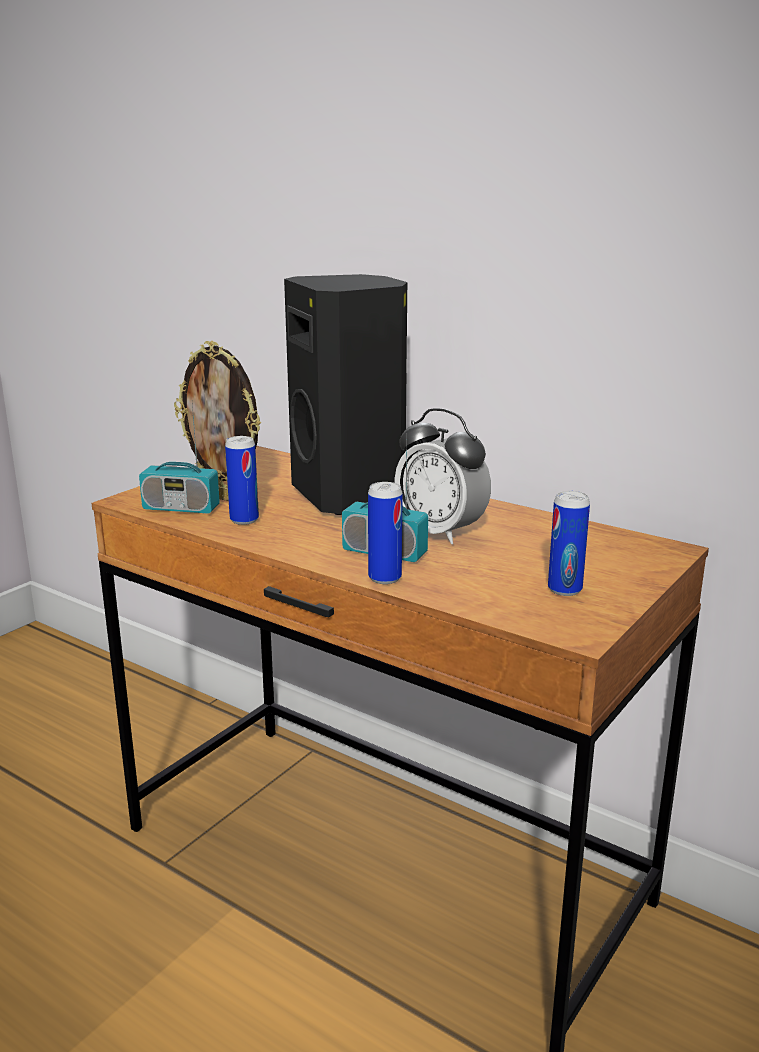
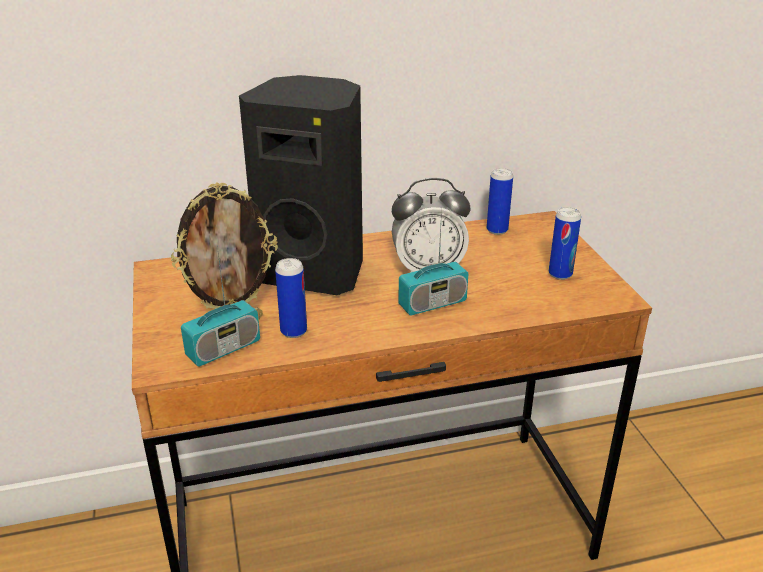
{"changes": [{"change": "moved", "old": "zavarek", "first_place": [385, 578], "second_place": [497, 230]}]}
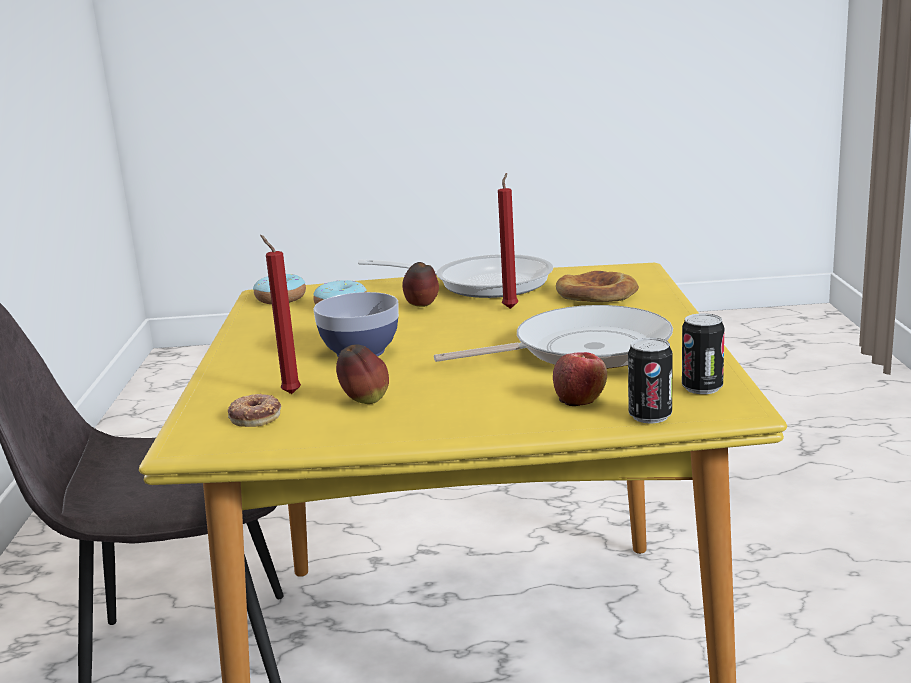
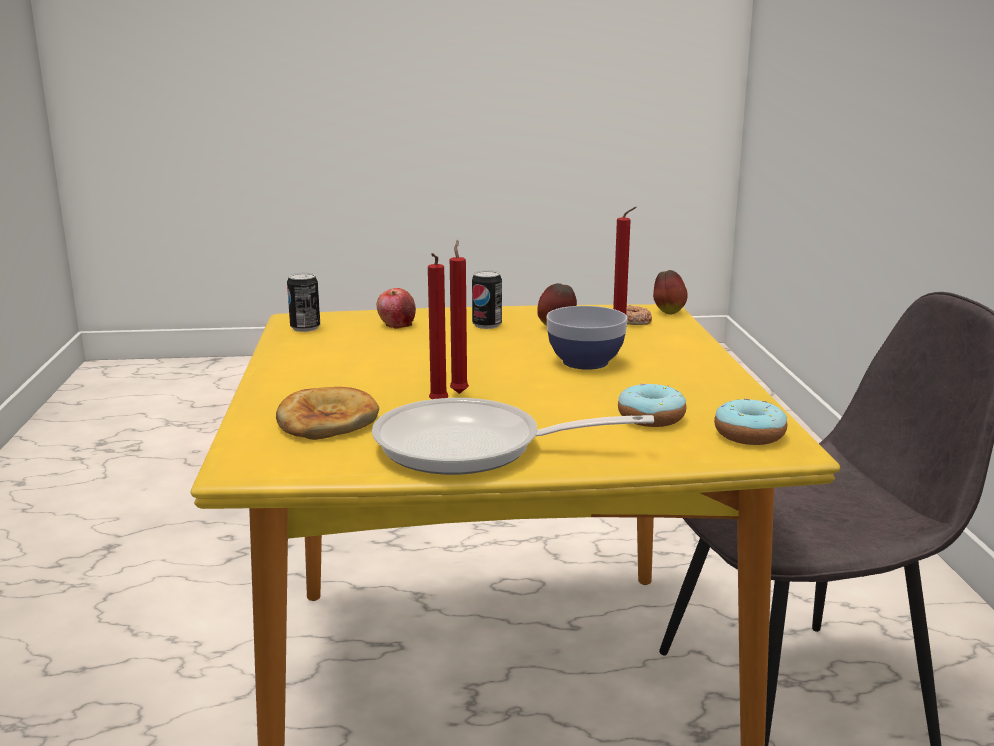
{"changes": [{"change": "moved", "old": "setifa", "first_place": [422, 307], "second_place": [668, 312]}, {"change": "removed", "old": "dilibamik", "first_place": [582, 350]}, {"change": "moved", "old": "zavarek", "first_place": [650, 416], "second_place": [487, 325]}, {"change": "added", "new": "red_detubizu", "second_place": [459, 392]}]}
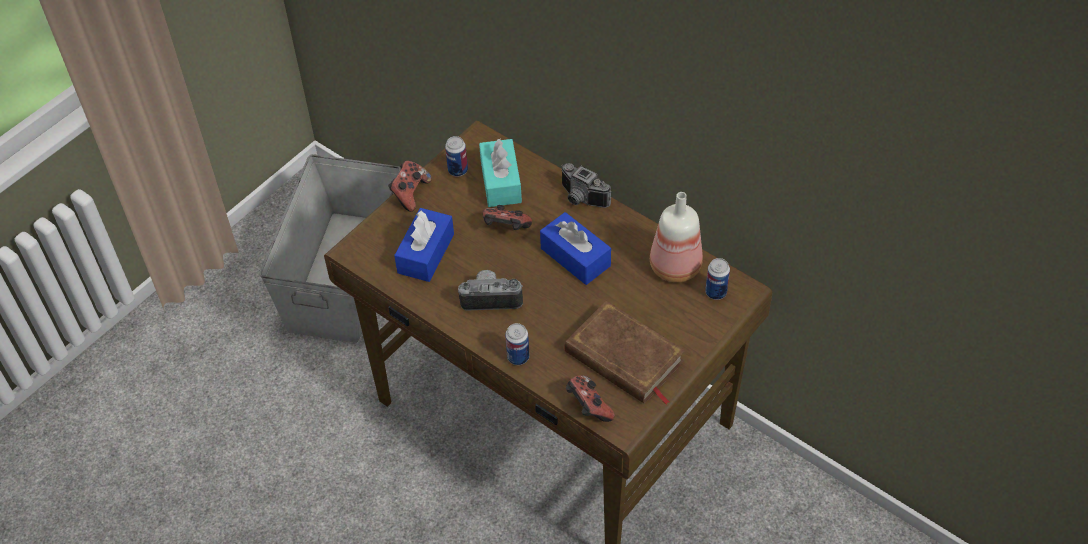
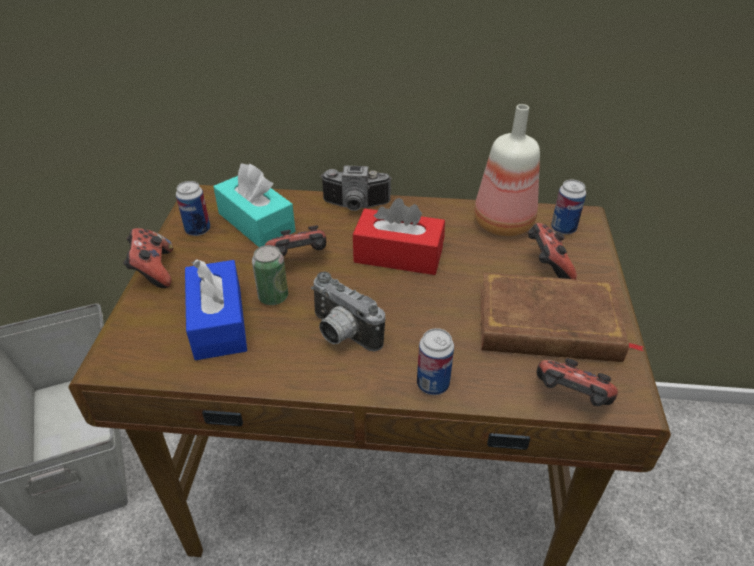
{"changes": [{"change": "turned", "old": "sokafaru", "first_place": [491, 298], "second_place": [341, 334], "degrees": -105}, {"change": "recoloured", "old": "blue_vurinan", "new": "red_vurinan", "first_place": [575, 257], "second_place": [398, 255]}, {"change": "added", "new": "zavarek", "second_place": [273, 297]}, {"change": "added", "new": "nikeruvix", "second_place": [547, 266]}]}
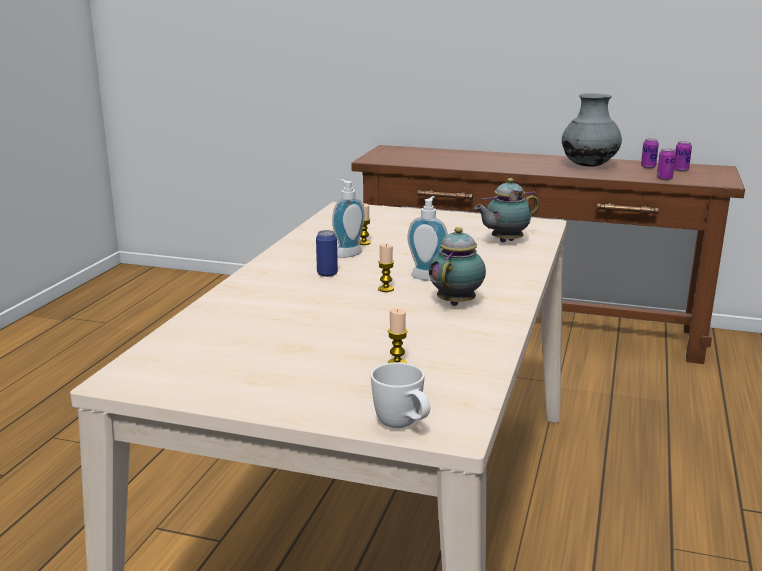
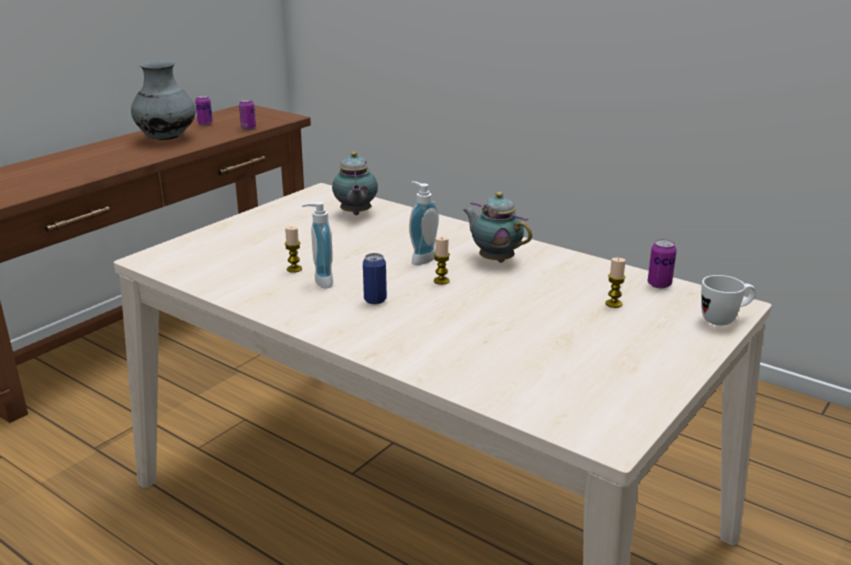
{"changes": [{"change": "moved", "old": "zavarek", "first_place": [680, 170], "second_place": [659, 284]}]}
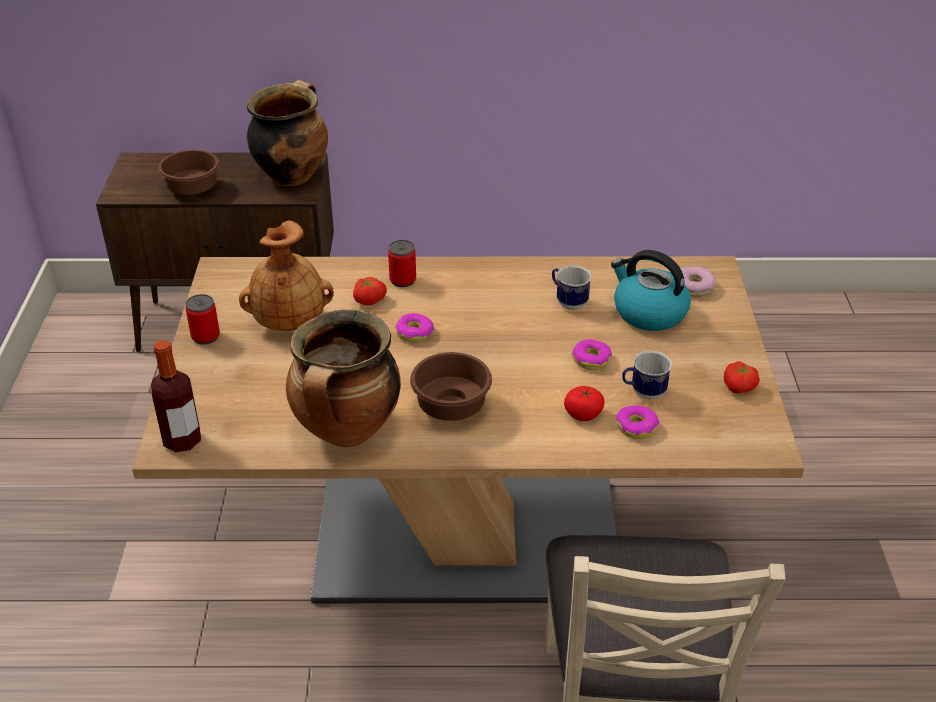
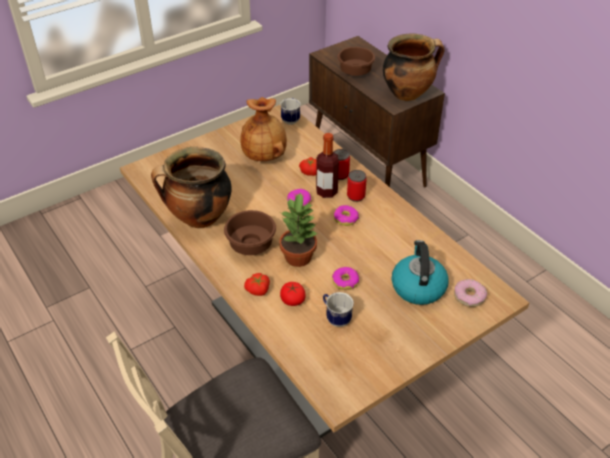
{"changes": [{"change": "moved", "old": "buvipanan", "first_place": [182, 440], "second_place": [326, 192]}, {"change": "moved", "old": "zavarek", "first_place": [205, 336], "second_place": [356, 196]}, {"change": "moved", "old": "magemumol", "first_place": [568, 302], "second_place": [291, 119]}, {"change": "moved", "old": "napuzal", "first_place": [636, 427], "second_place": [346, 219]}, {"change": "moved", "old": "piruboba", "first_place": [739, 387], "second_place": [258, 290]}, {"change": "added", "new": "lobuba", "second_place": [299, 257]}]}
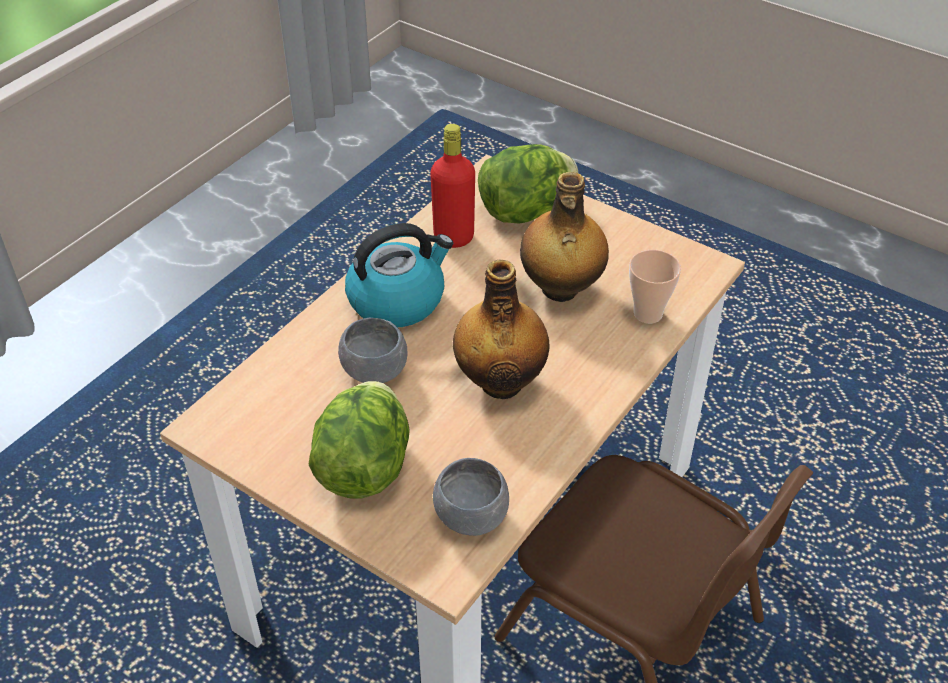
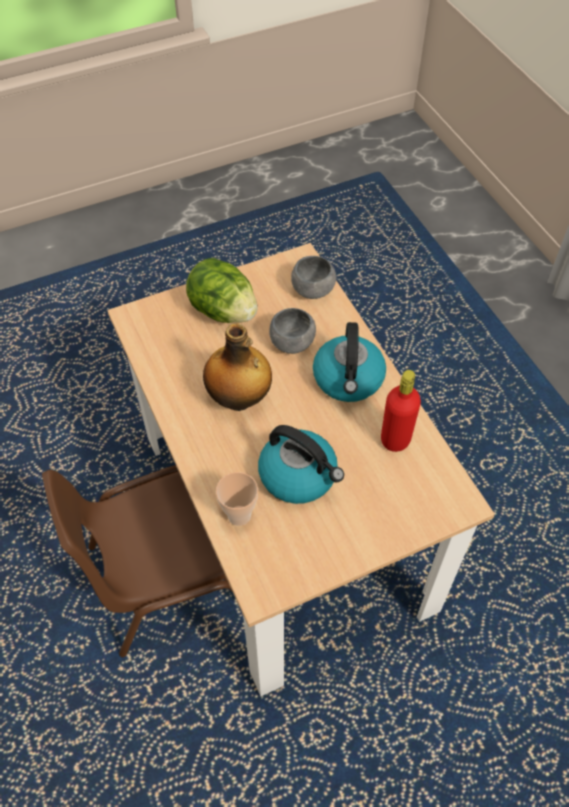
{"changes": [{"change": "moved", "old": "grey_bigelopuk", "first_place": [471, 516], "second_place": [312, 290]}, {"change": "removed", "old": "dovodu", "first_place": [525, 211]}, {"change": "replaced", "old": "buvipanan", "new": "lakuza", "first_place": [560, 289], "second_place": [299, 475]}]}
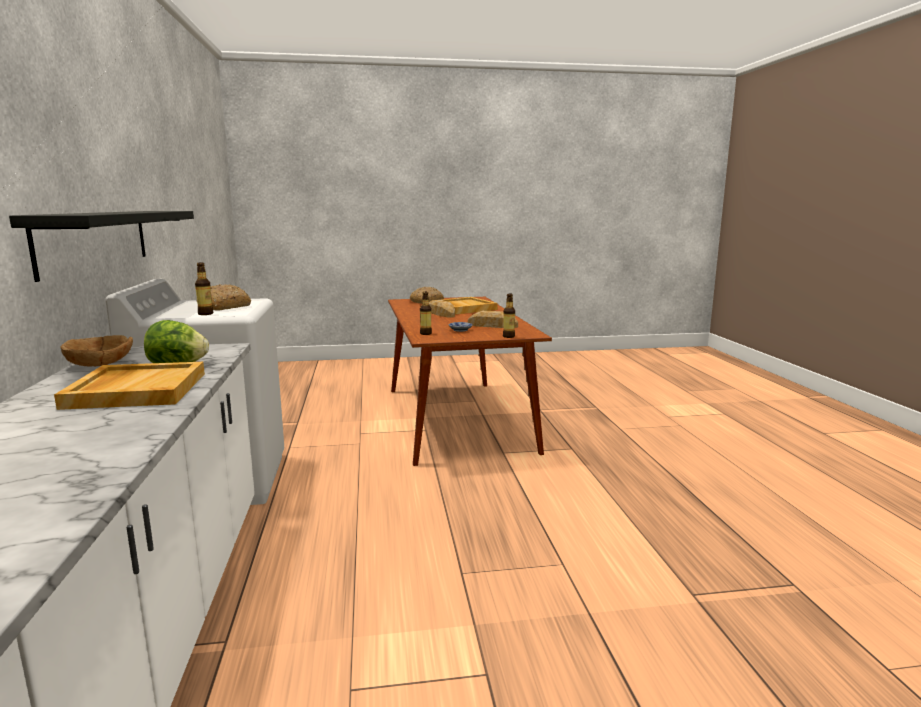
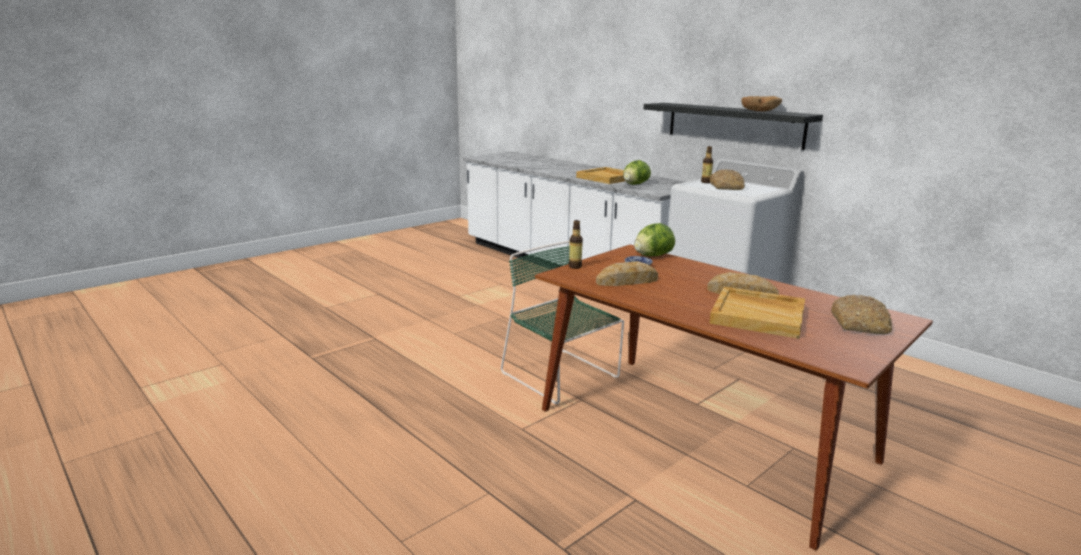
{"changes": [{"change": "moved", "old": "brown_bigelopuk", "first_place": [100, 364], "second_place": [759, 111]}, {"change": "replaced", "old": "buvipanan", "new": "dovodu", "first_place": [426, 333], "second_place": [652, 256]}, {"change": "added", "new": "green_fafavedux", "second_place": [562, 376]}]}
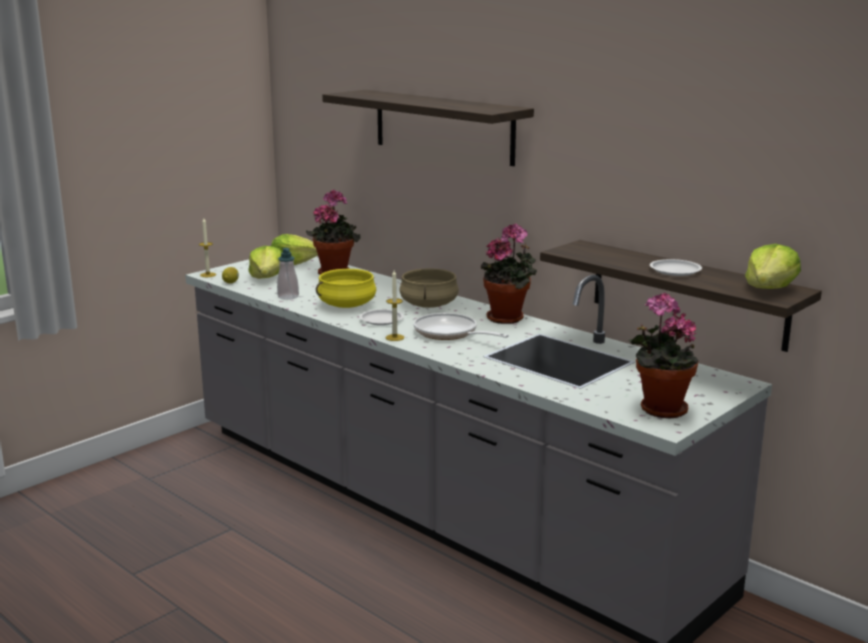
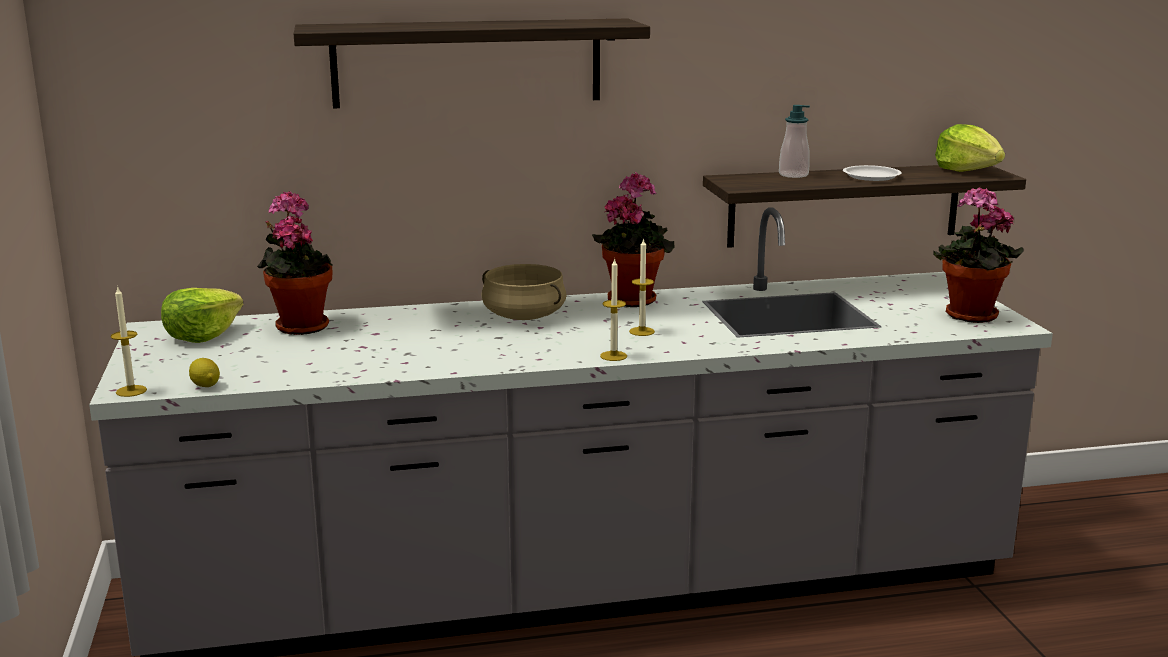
{"changes": [{"change": "removed", "old": "dovodu", "first_place": [267, 278]}, {"change": "moved", "old": "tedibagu", "first_place": [288, 297], "second_place": [793, 175]}, {"change": "removed", "old": "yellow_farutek", "first_place": [346, 305]}, {"change": "removed", "old": "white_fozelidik", "first_place": [381, 320]}, {"change": "replaced", "old": "dilibamik", "new": "detubizu", "first_place": [449, 333], "second_place": [641, 331]}]}
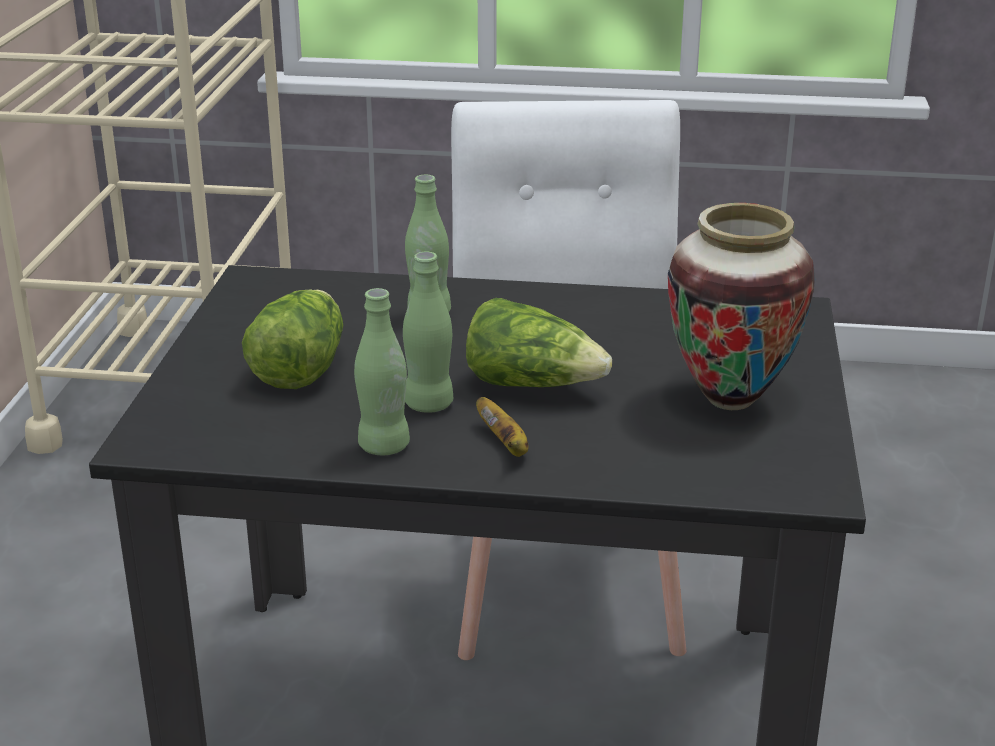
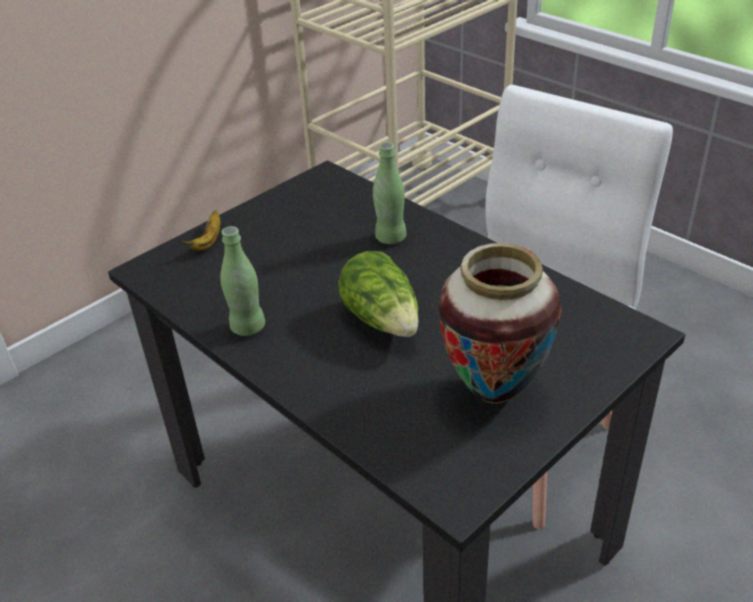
{"changes": [{"change": "removed", "old": "dovodu", "first_place": [299, 367]}, {"change": "removed", "old": "green_buvipanan", "first_place": [429, 404]}, {"change": "moved", "old": "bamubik", "first_place": [505, 445], "second_place": [208, 242]}]}
